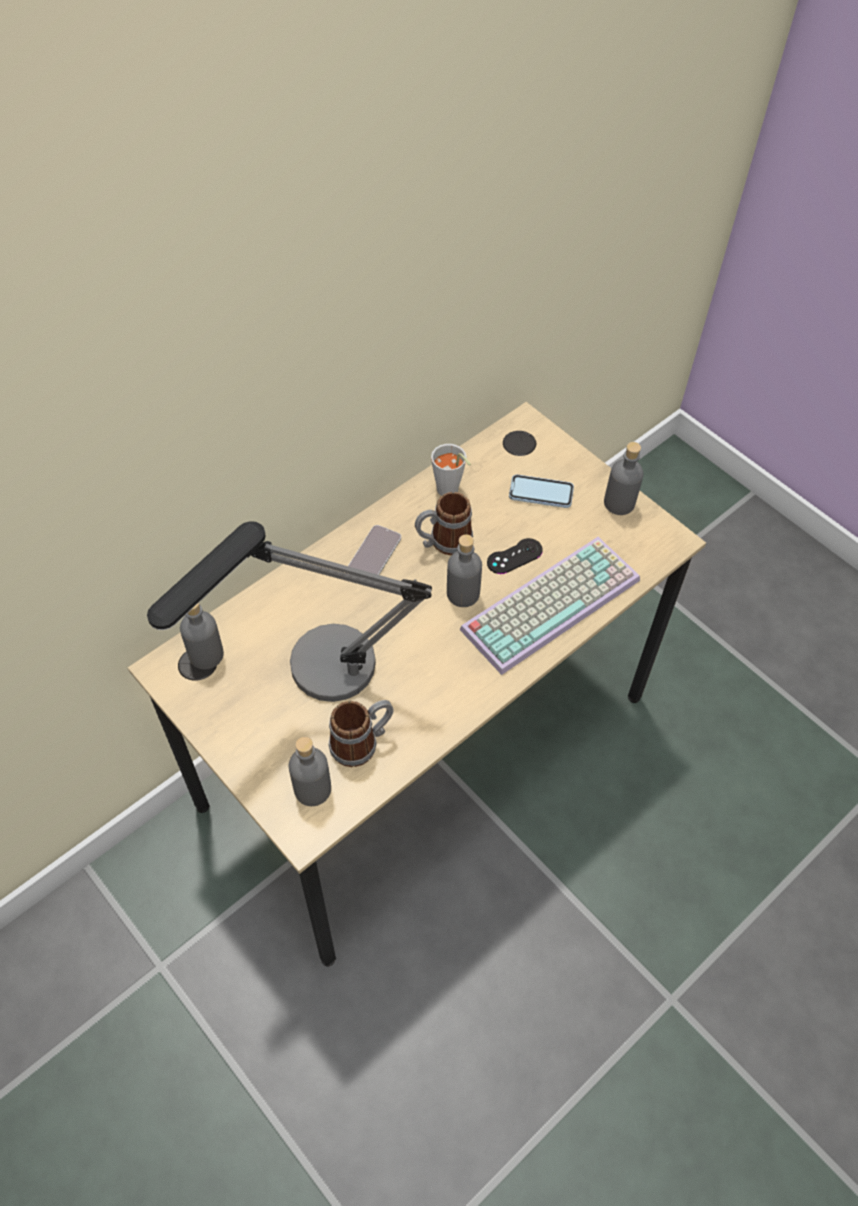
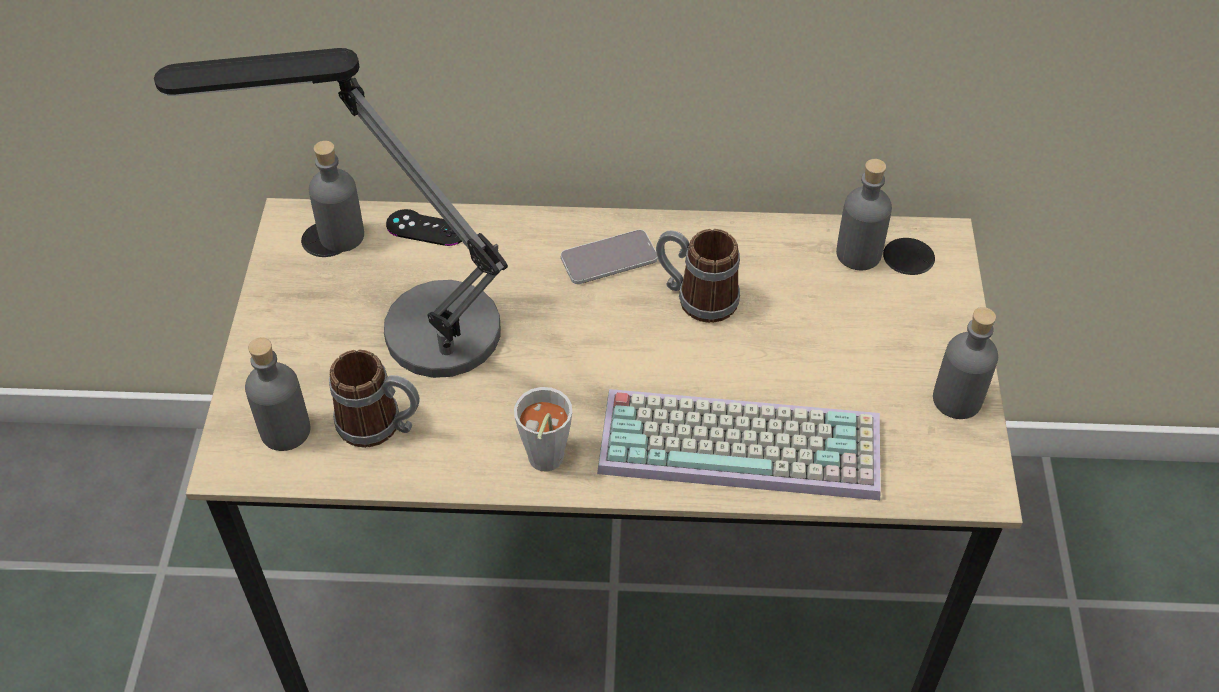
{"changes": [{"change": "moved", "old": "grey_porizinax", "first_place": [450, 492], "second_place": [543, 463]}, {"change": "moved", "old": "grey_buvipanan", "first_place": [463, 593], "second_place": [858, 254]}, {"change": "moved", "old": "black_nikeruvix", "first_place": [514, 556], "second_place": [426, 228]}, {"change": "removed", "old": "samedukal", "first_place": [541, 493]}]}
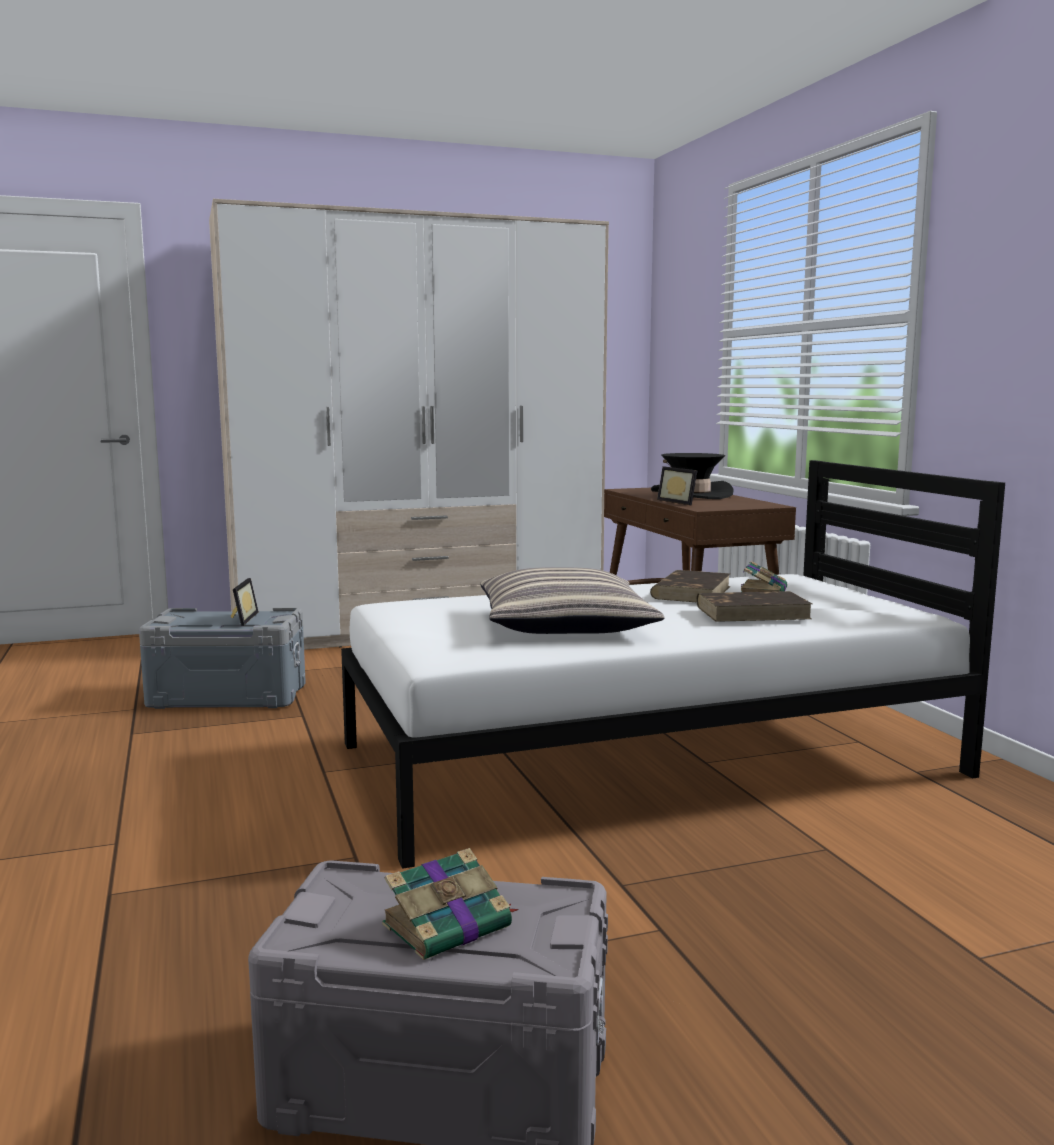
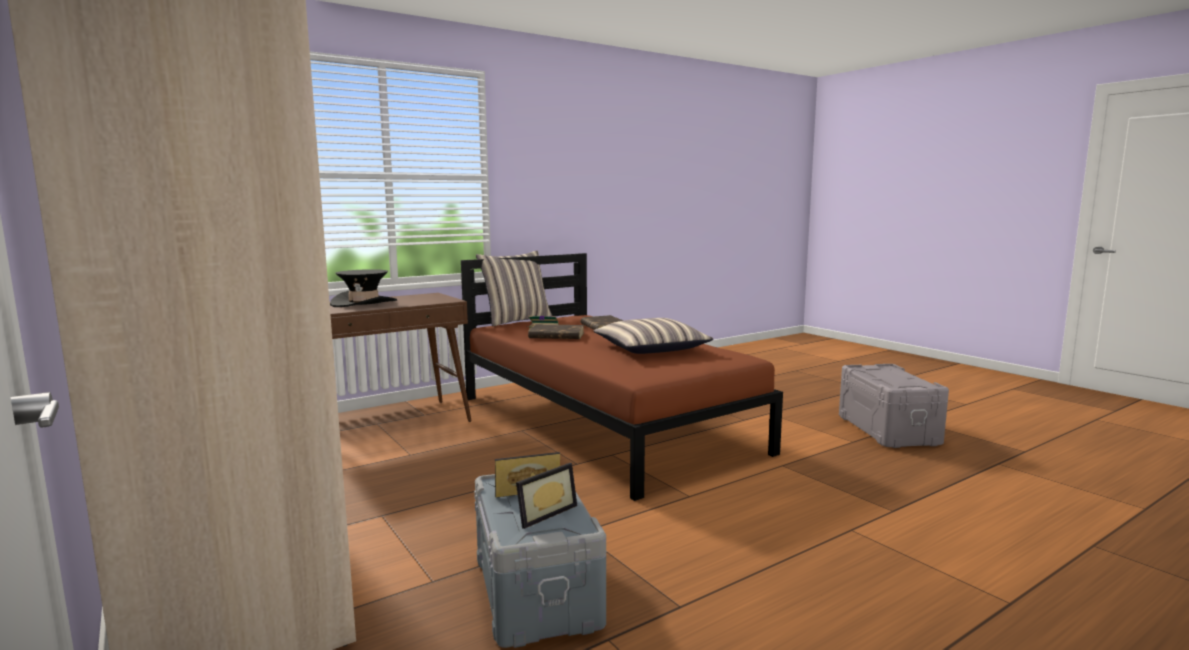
{"changes": [{"change": "recoloured", "old": "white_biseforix", "new": "brown_biseforix", "first_place": [648, 760], "second_place": [604, 423]}, {"change": "removed", "old": "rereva", "first_place": [449, 925]}, {"change": "moved", "old": "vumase", "first_place": [680, 502], "second_place": [543, 513]}, {"change": "added", "new": "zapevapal", "second_place": [516, 320]}]}
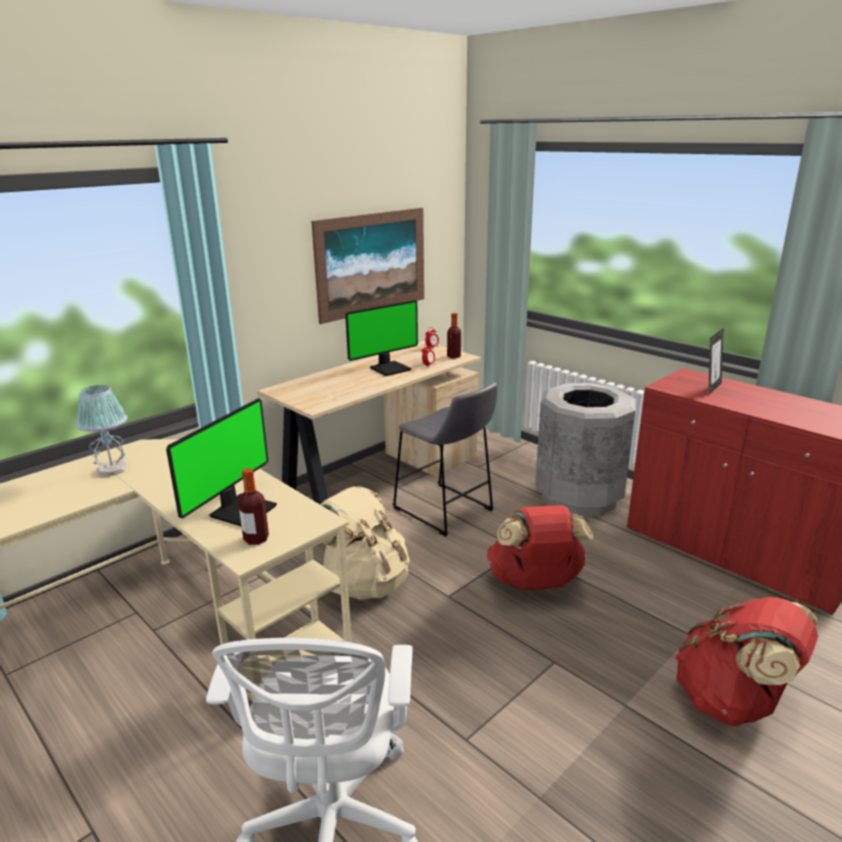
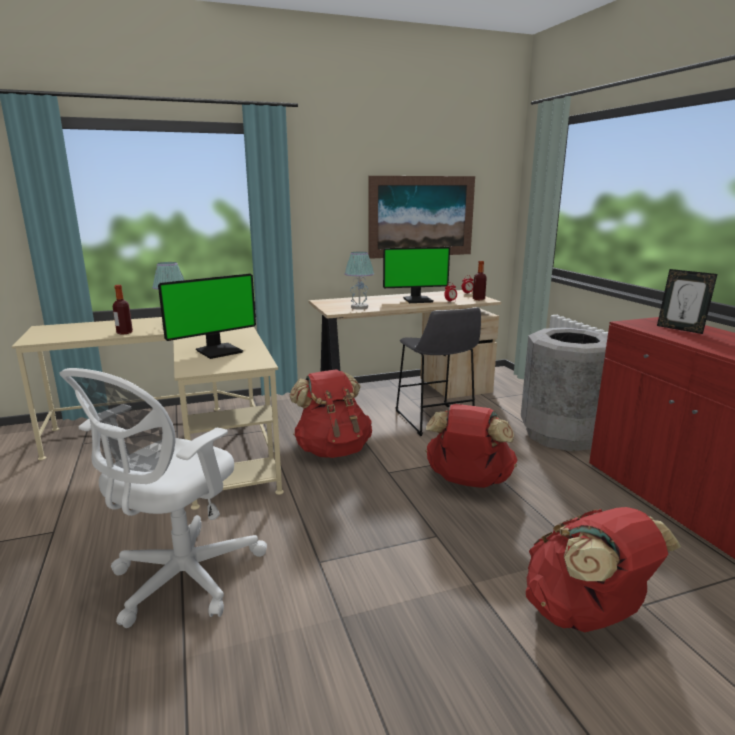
{"changes": [{"change": "moved", "old": "buvipanan", "first_place": [256, 539], "second_place": [124, 332]}, {"change": "recoloured", "old": "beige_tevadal", "new": "red_tevadal", "first_place": [364, 583], "second_place": [332, 449]}, {"change": "turned", "old": "vumase", "first_place": [711, 388], "second_place": [680, 329], "degrees": 75}, {"change": "added", "new": "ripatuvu", "second_place": [359, 307]}]}
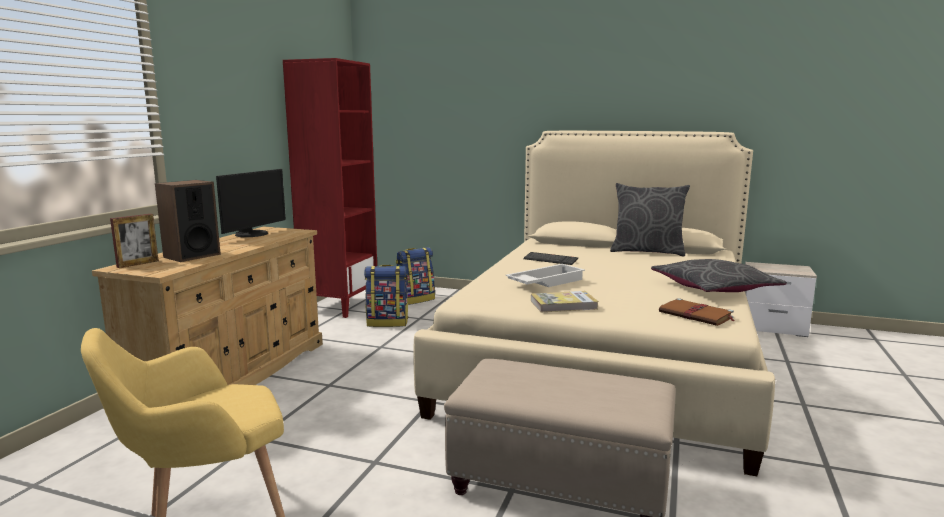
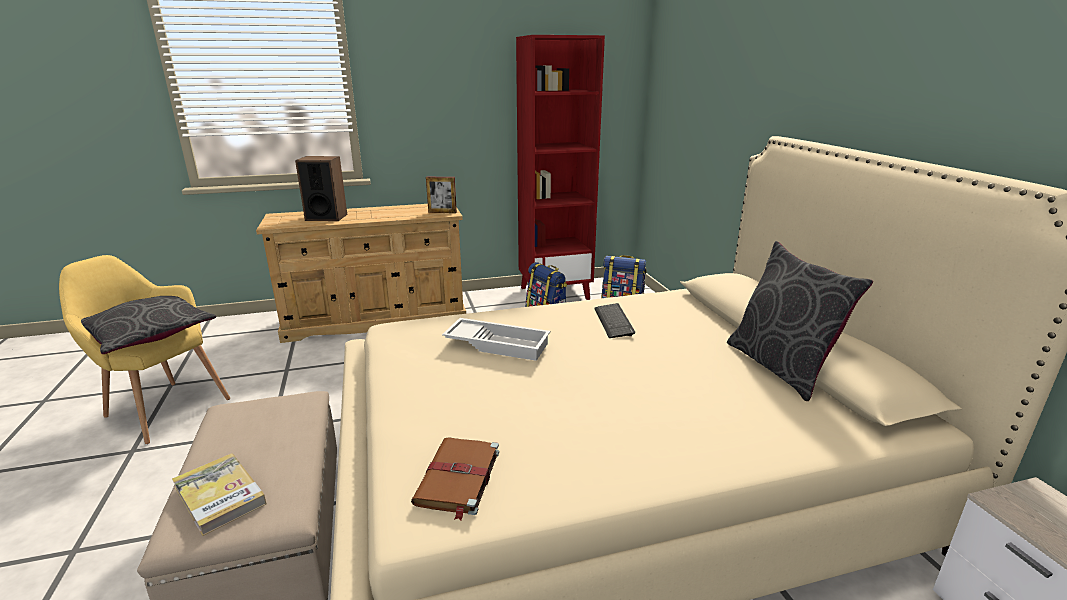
{"changes": [{"change": "moved", "old": "vumase", "first_place": [138, 264], "second_place": [442, 212]}, {"change": "removed", "old": "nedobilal", "first_place": [253, 234]}, {"change": "moved", "old": "rereva", "first_place": [563, 305], "second_place": [219, 496]}, {"change": "moved", "old": "grey_zapevapal", "first_place": [714, 288], "second_place": [147, 334]}]}
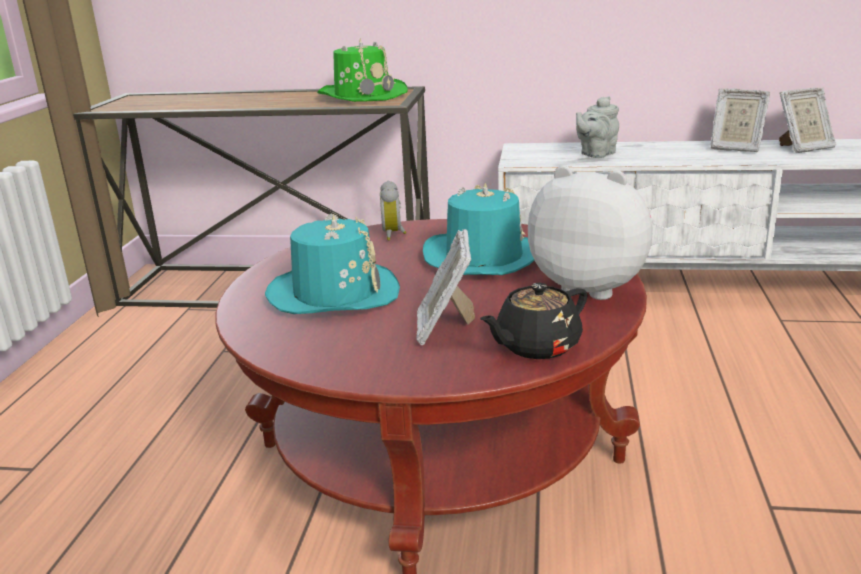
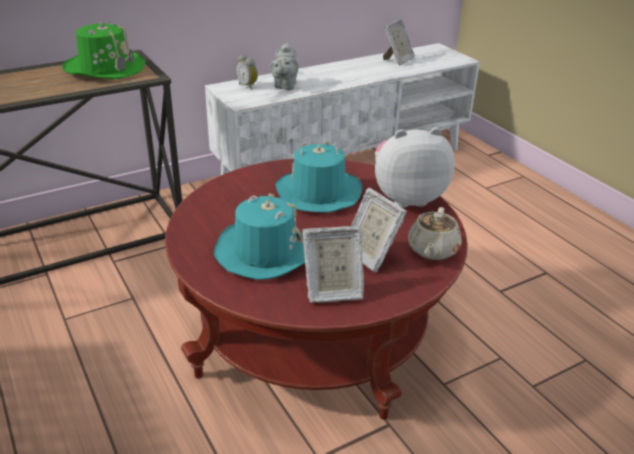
{"changes": [{"change": "moved", "old": "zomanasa", "first_place": [394, 234], "second_place": [248, 86]}, {"change": "recoloured", "old": "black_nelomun", "new": "beige_nelomun", "first_place": [536, 346], "second_place": [432, 250]}, {"change": "moved", "old": "vumase", "first_place": [735, 148], "second_place": [332, 291]}]}
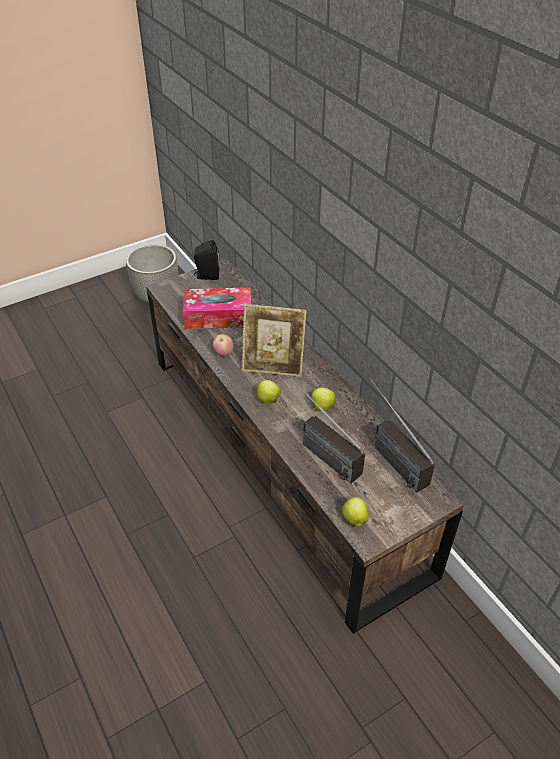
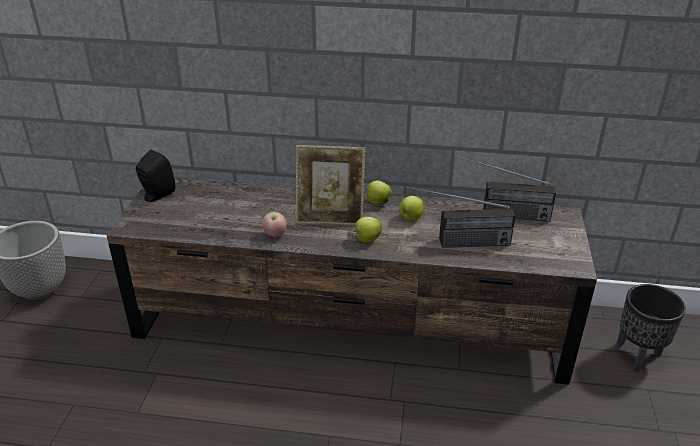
{"changes": [{"change": "removed", "old": "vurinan", "first_place": [218, 316]}, {"change": "turned", "old": "vumase", "first_place": [273, 366], "second_place": [330, 217], "degrees": 45}, {"change": "moved", "old": "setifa", "first_place": [354, 519], "second_place": [377, 202]}, {"change": "added", "new": "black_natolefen", "second_place": [637, 355]}]}
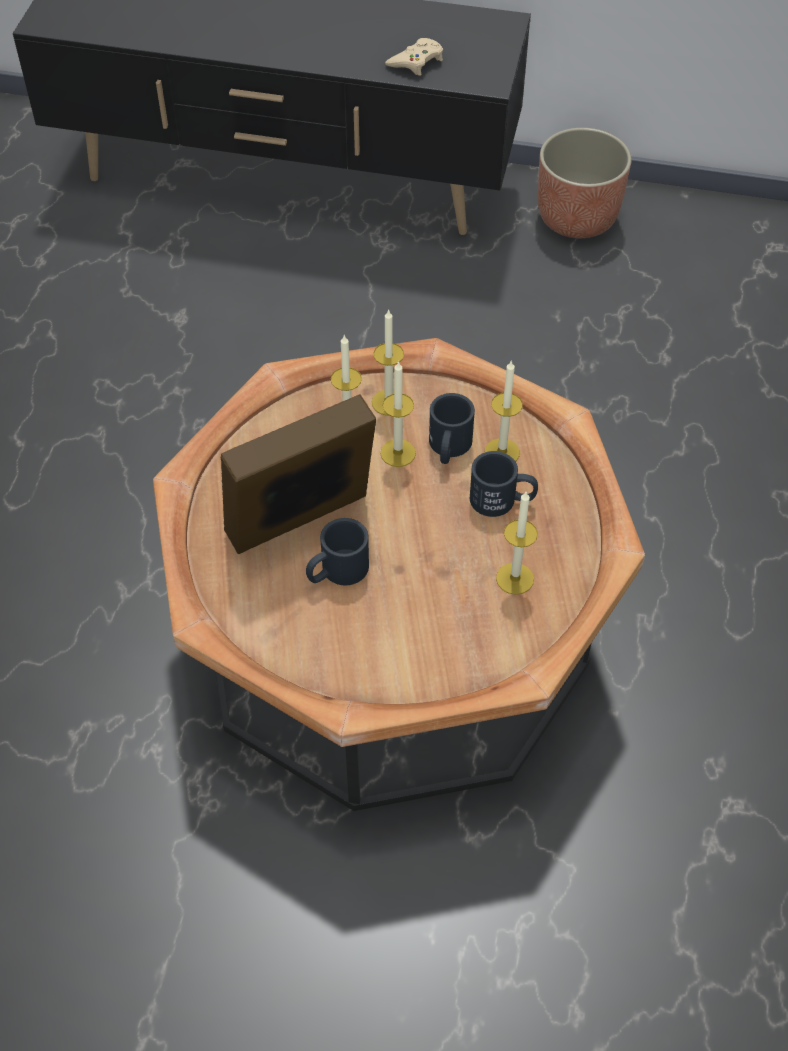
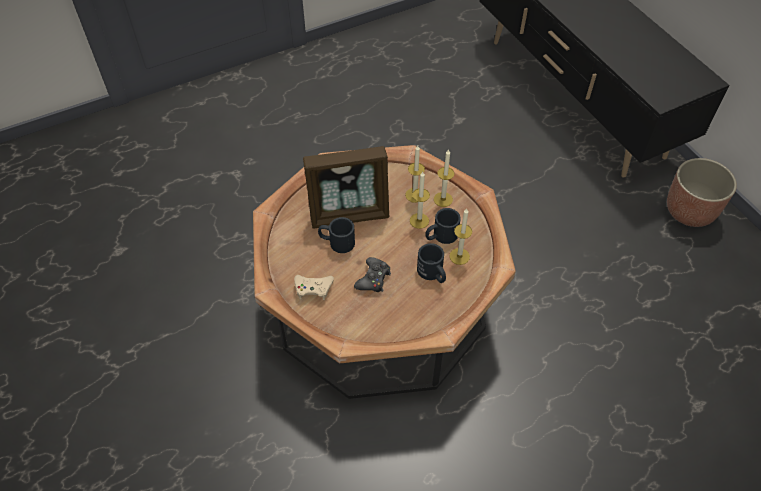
{"changes": [{"change": "turned", "old": "vumase", "first_place": [301, 523], "second_place": [349, 214], "degrees": 150}, {"change": "moved", "old": "beige_nikeruvix", "first_place": [416, 61], "second_place": [313, 288]}, {"change": "removed", "old": "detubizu", "first_place": [515, 578]}, {"change": "added", "new": "black_nikeruvix", "second_place": [373, 279]}]}
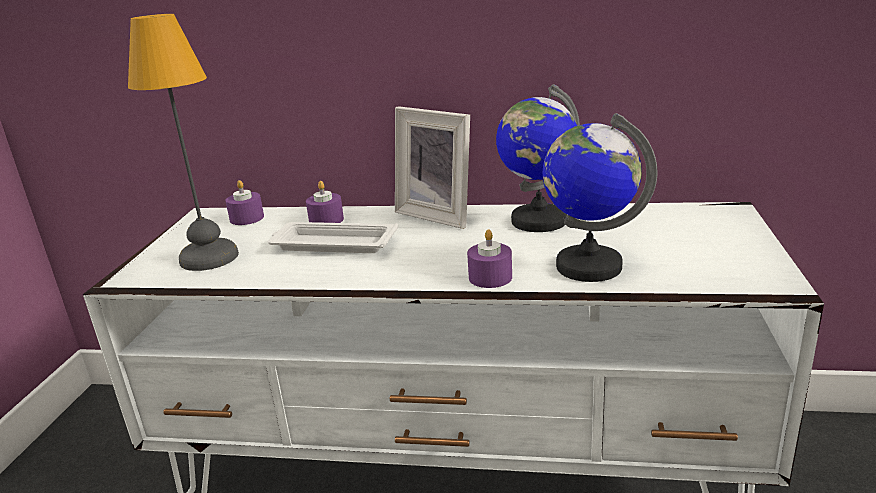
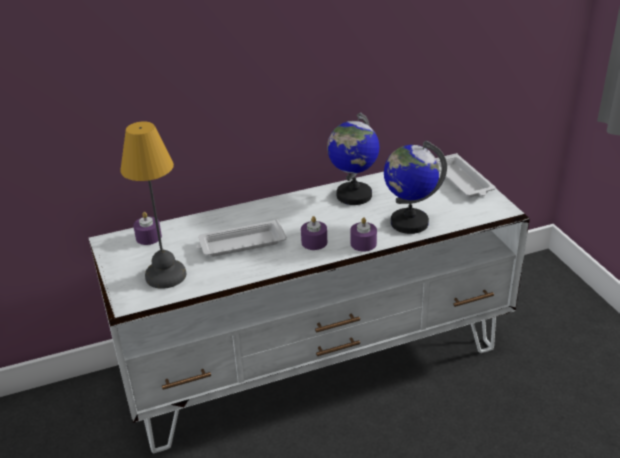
{"changes": [{"change": "moved", "old": "purple_detubizu", "first_place": [326, 220], "second_place": [314, 242]}, {"change": "removed", "old": "vumase", "first_place": [439, 214]}, {"change": "added", "new": "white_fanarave", "second_place": [462, 181]}]}
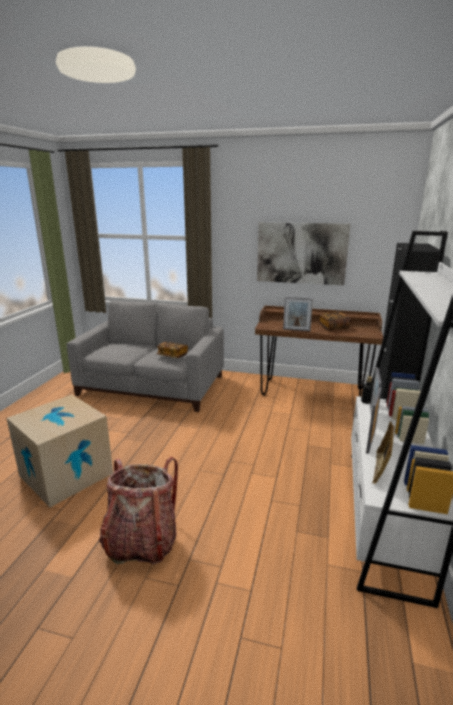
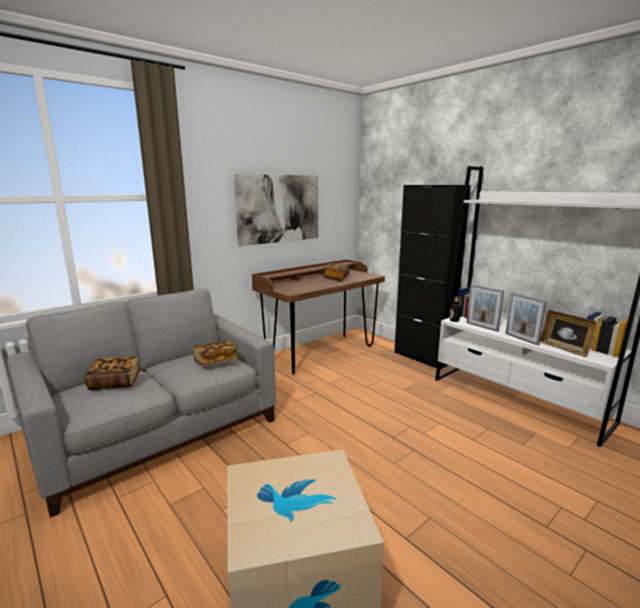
{"changes": [{"change": "removed", "old": "tevadal", "first_place": [141, 541]}, {"change": "removed", "old": "vumase", "first_place": [296, 330]}, {"change": "added", "new": "rereva", "second_place": [115, 383]}]}
